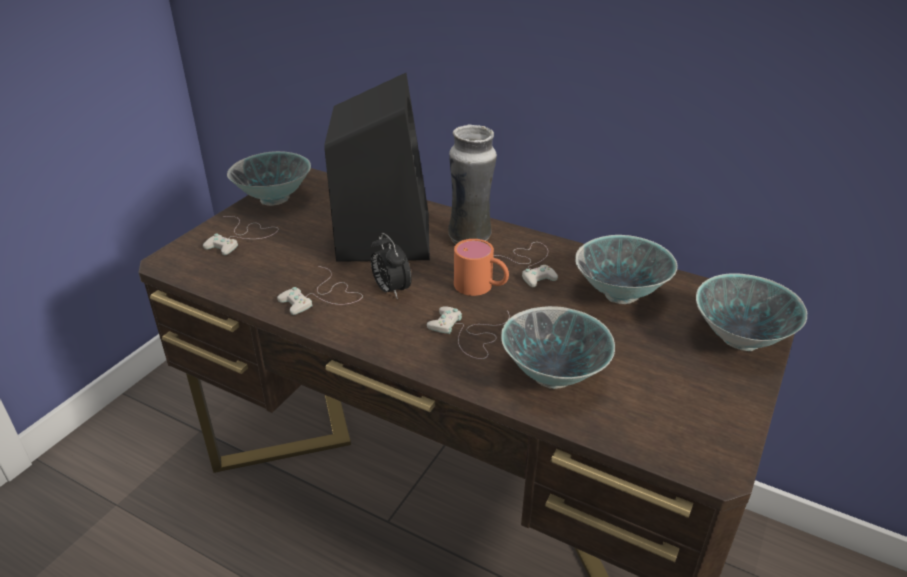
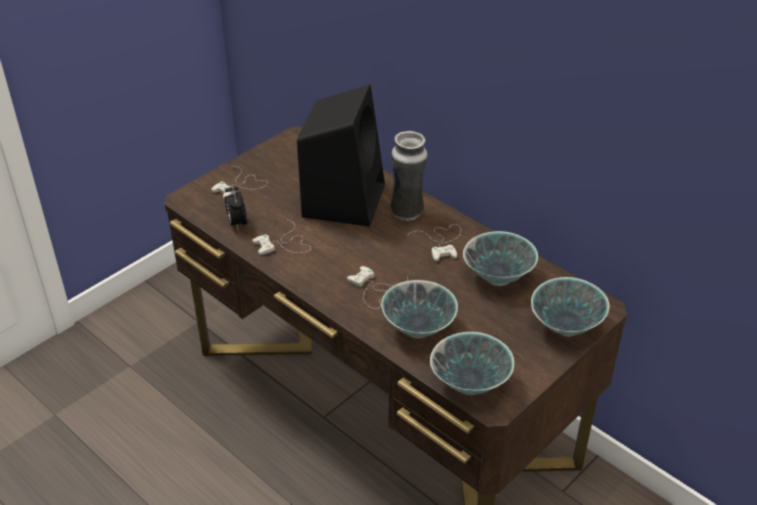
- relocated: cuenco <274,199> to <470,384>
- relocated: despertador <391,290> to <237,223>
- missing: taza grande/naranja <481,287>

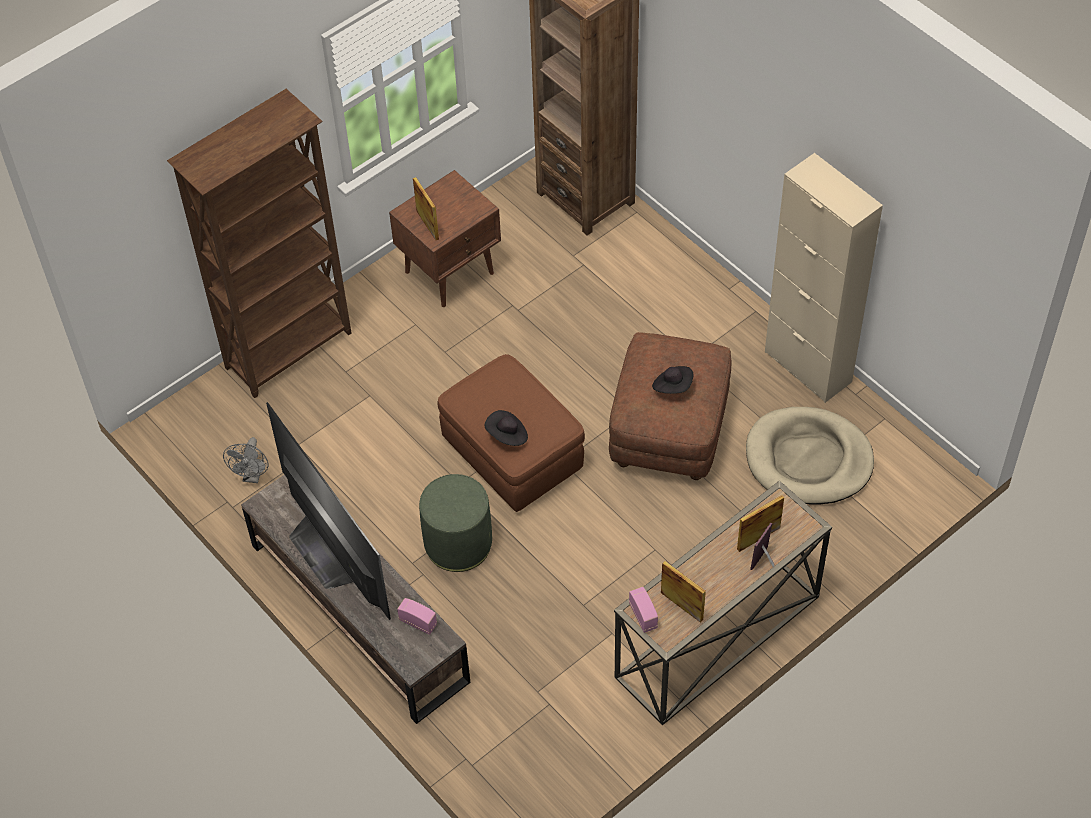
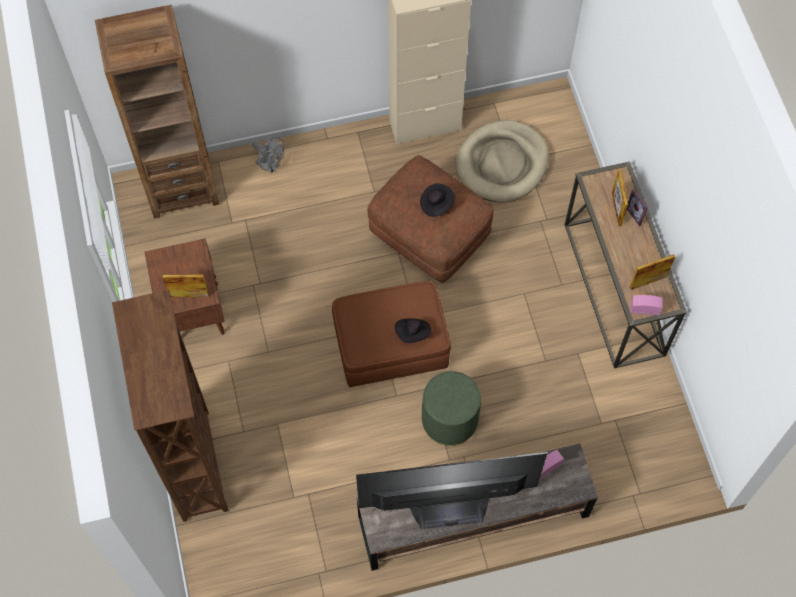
- relocated: ventilador/gris <252,476> to <270,166>

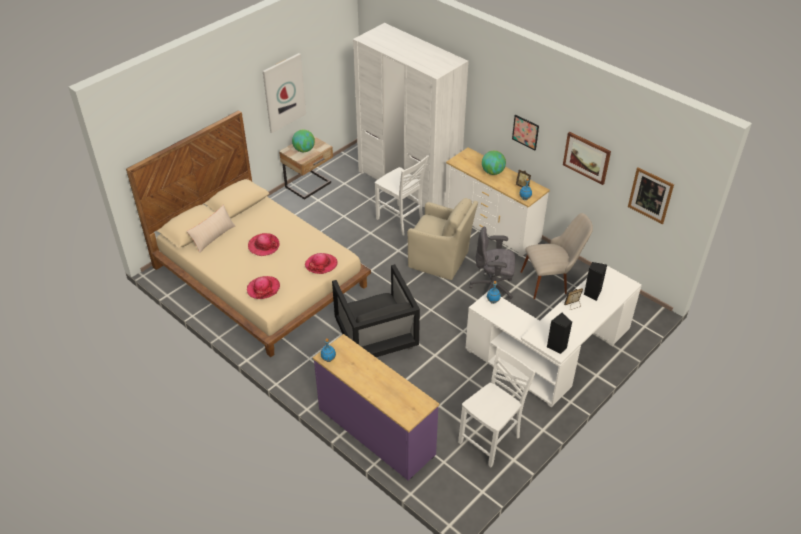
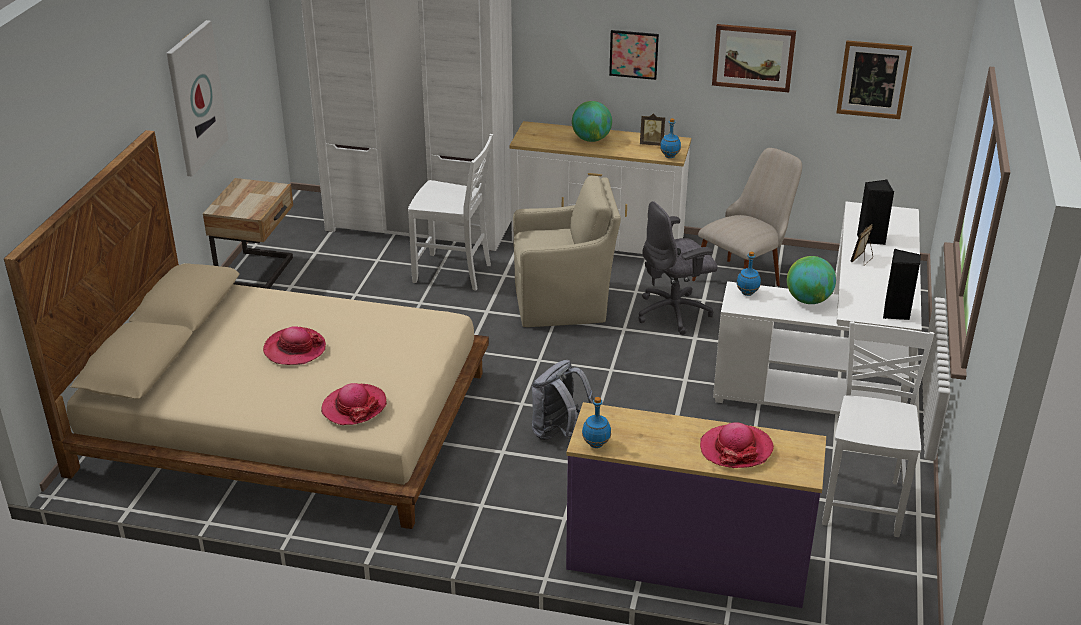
- relocated: globo terráqueo <304,150> to <808,300>
- missing: cojín/beis <213,237>
- relocated: sombrero <321,264> to <736,449>
- exchanged: sillón/negro <375,335> to mochila/gris <559,433>

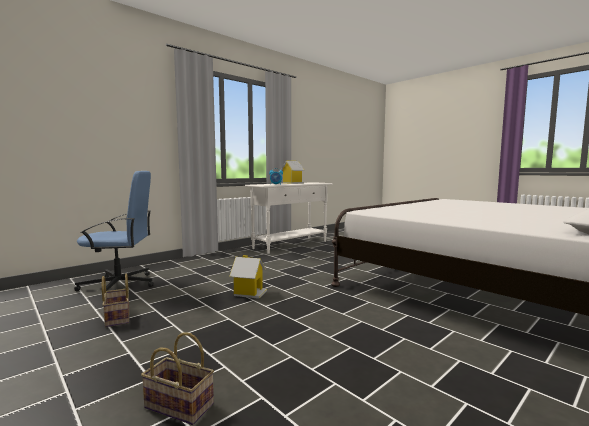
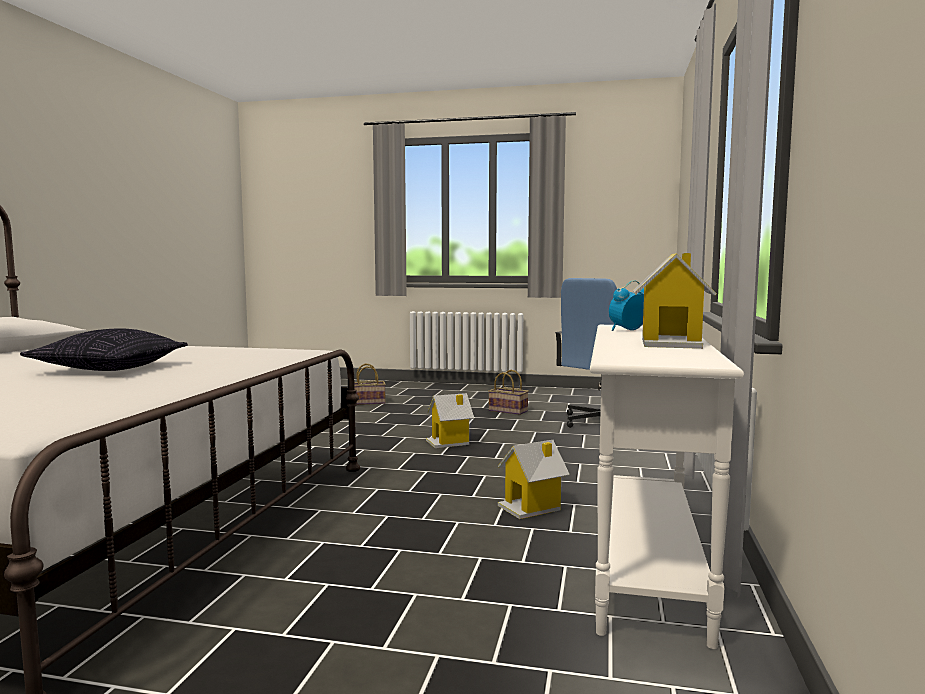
- appeared: cojín <110,368>
- appeared: casita <531,507>

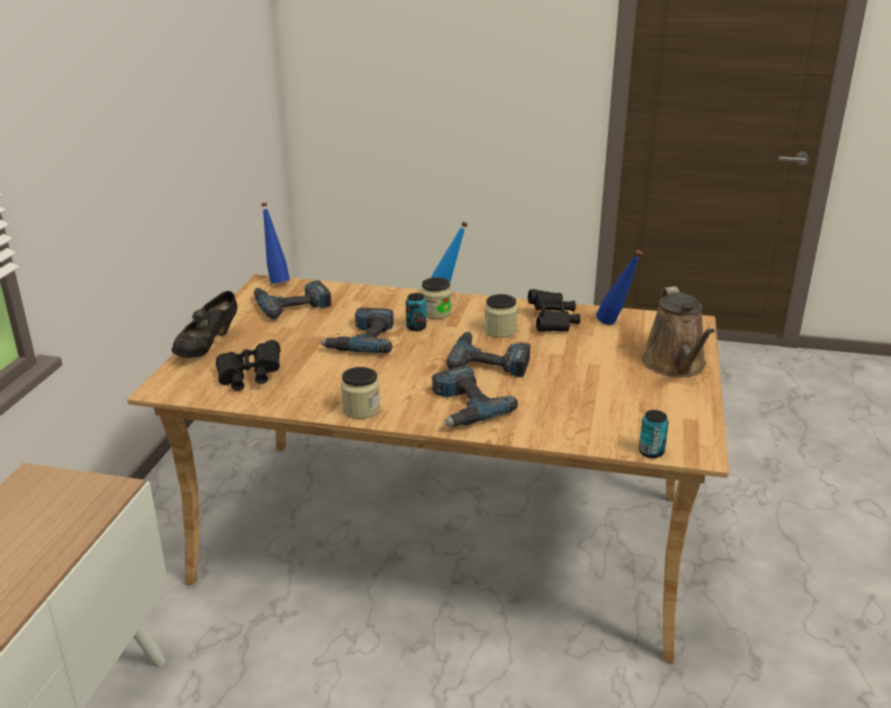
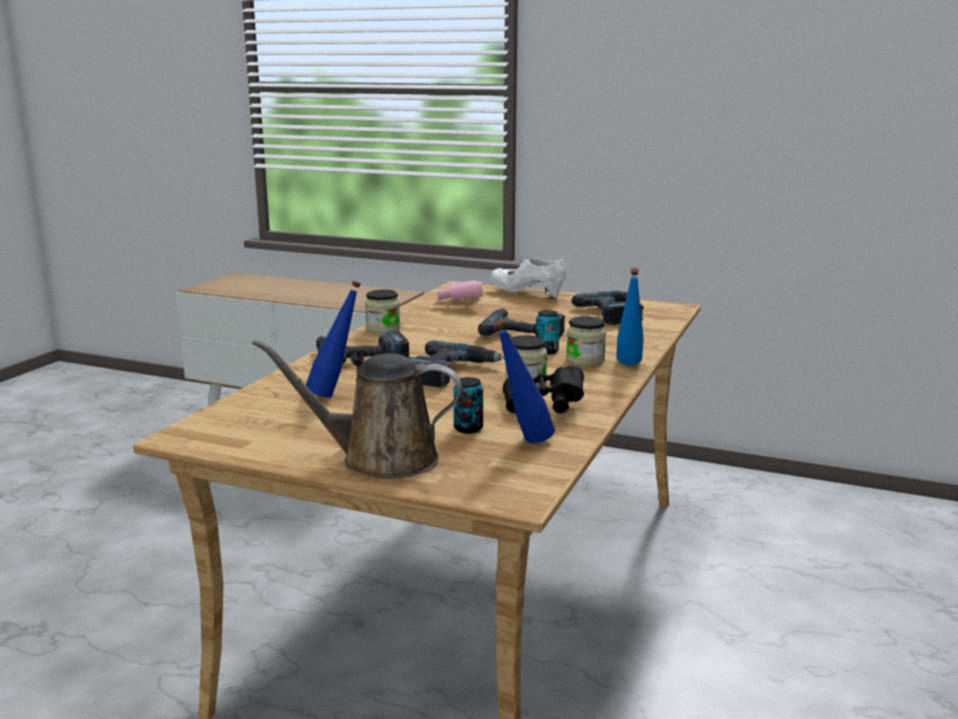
- relocated: botella/azul <276,281> to <335,394>
- colour: zapato/negro <207,346> to zapato/blanco <527,293>
- colour: prismáticos/negro <249,378> to prismáticos/rosa <461,303>
- relocated: lata <651,452> to <468,428>

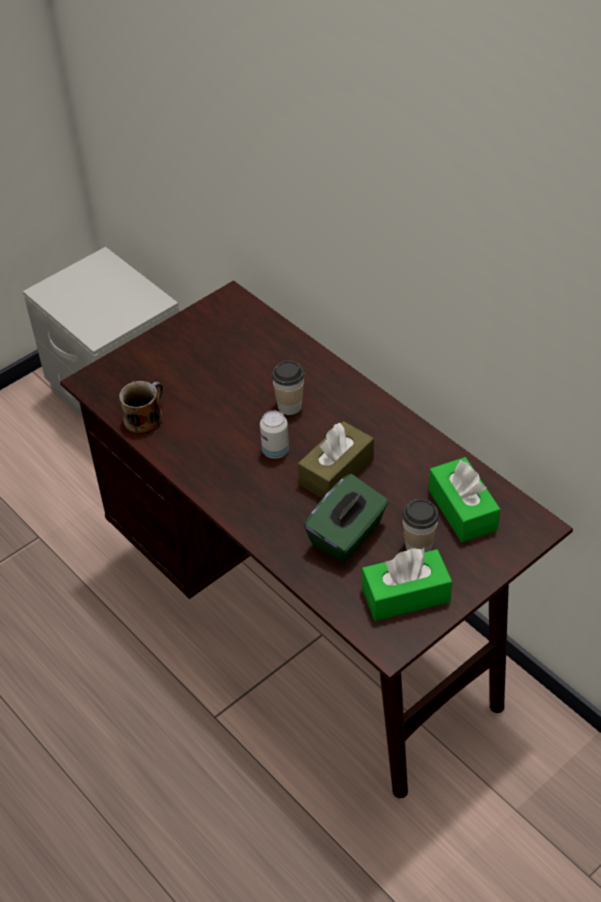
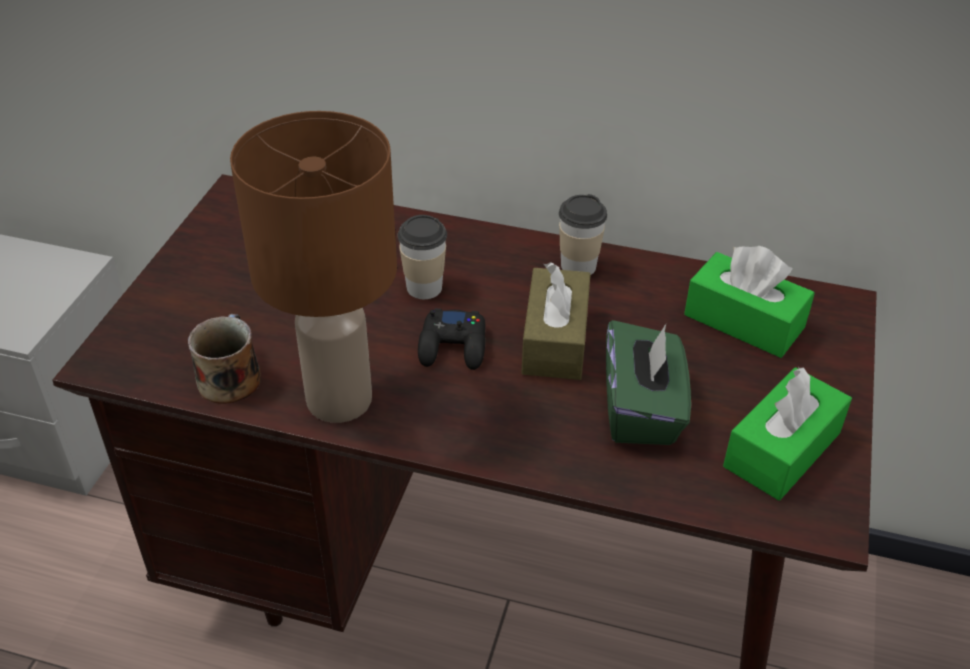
- exchanged: lata <275,451> to mando de consola/negro <453,346>
- relocated: taza <418,546> to <578,266>
- appeared: lámpara de mesa/marrón <341,399>

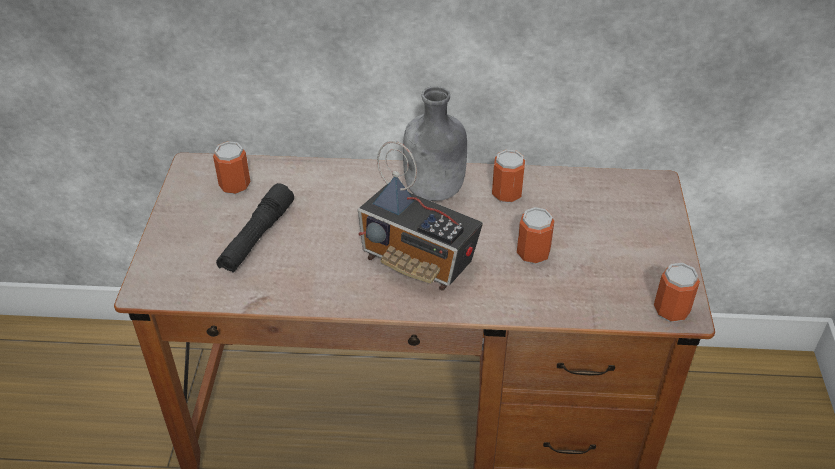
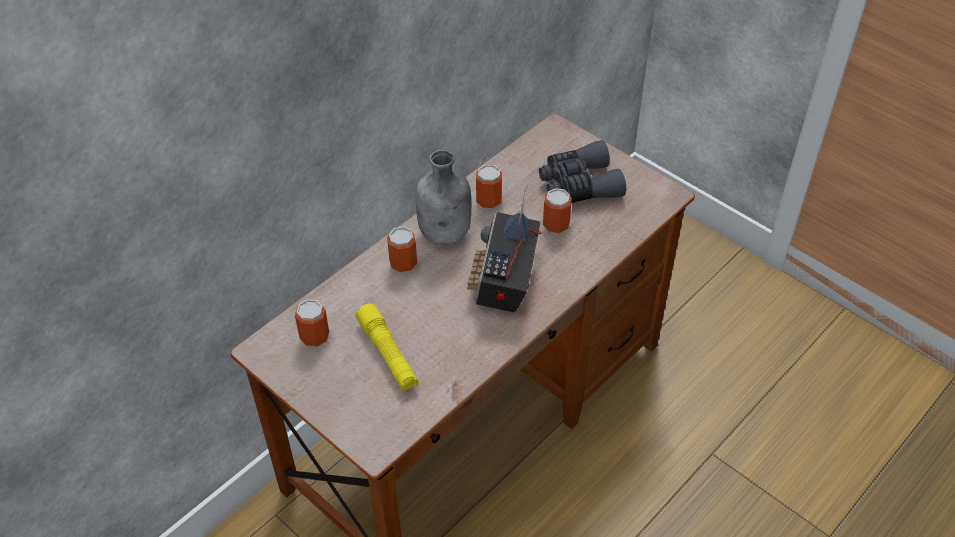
- spun: radio <419,261> = <505,283> 120 degrees clockwise
- colour: linterna/negro <257,237> to linterna/amarillo <388,354>
- relocated: lata <671,310> to <403,264>
- appeared: prismáticos/gris <579,184>

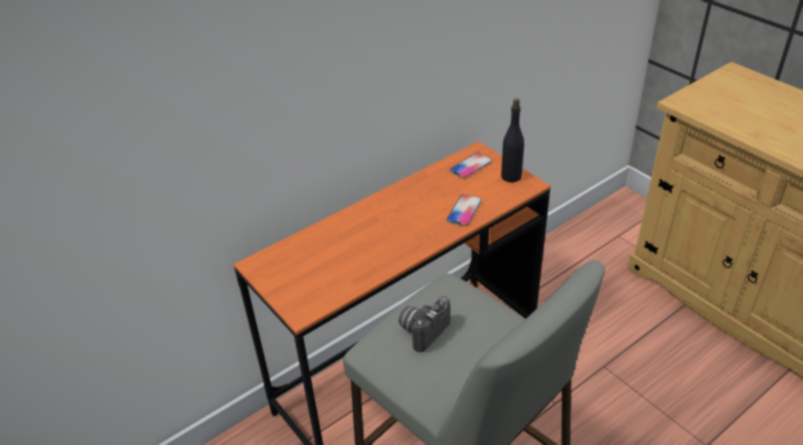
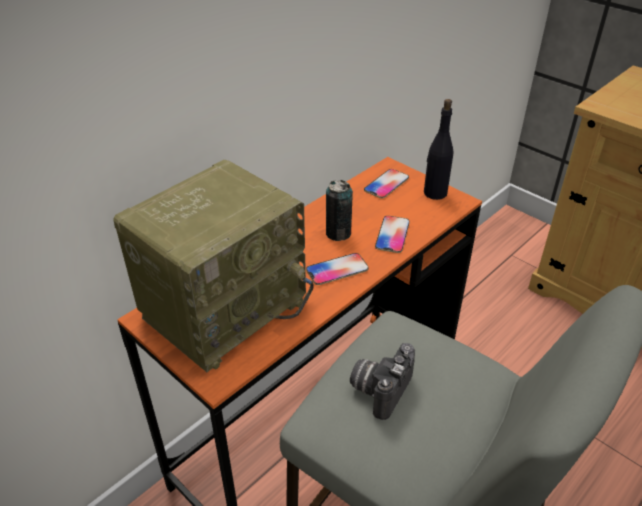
- appeared: radio <224,306>
- appeared: lata <338,233>
- appeared: móvil <337,270>

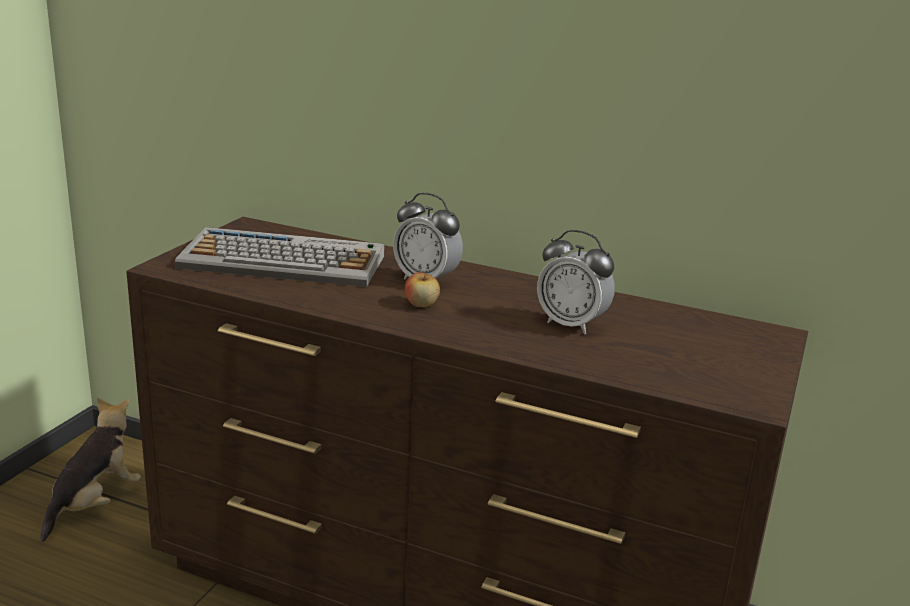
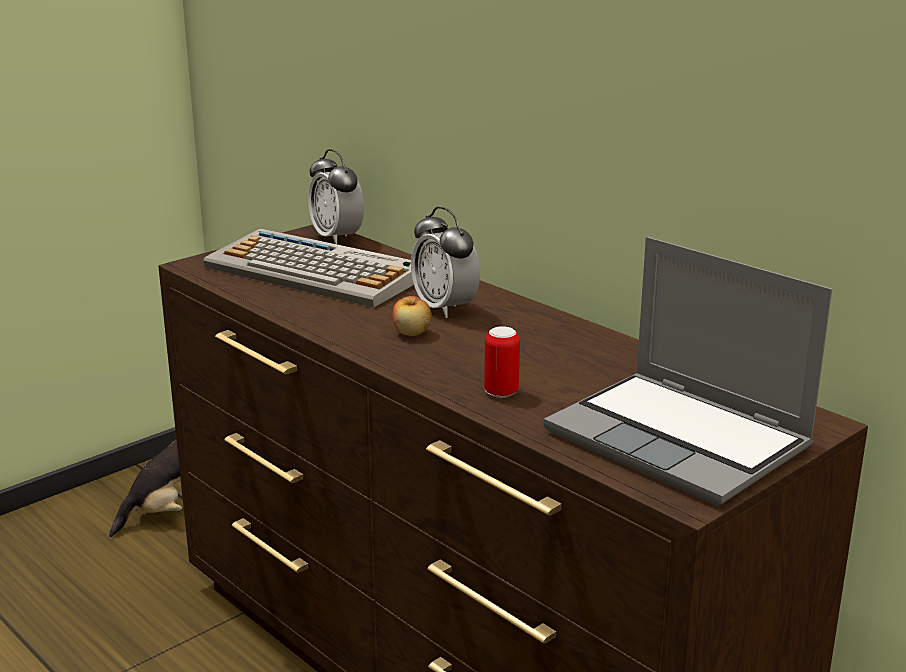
- relocated: despertador <571,324> to <337,237>
- appeared: portátil <681,441>
- appeared: lata <501,392>

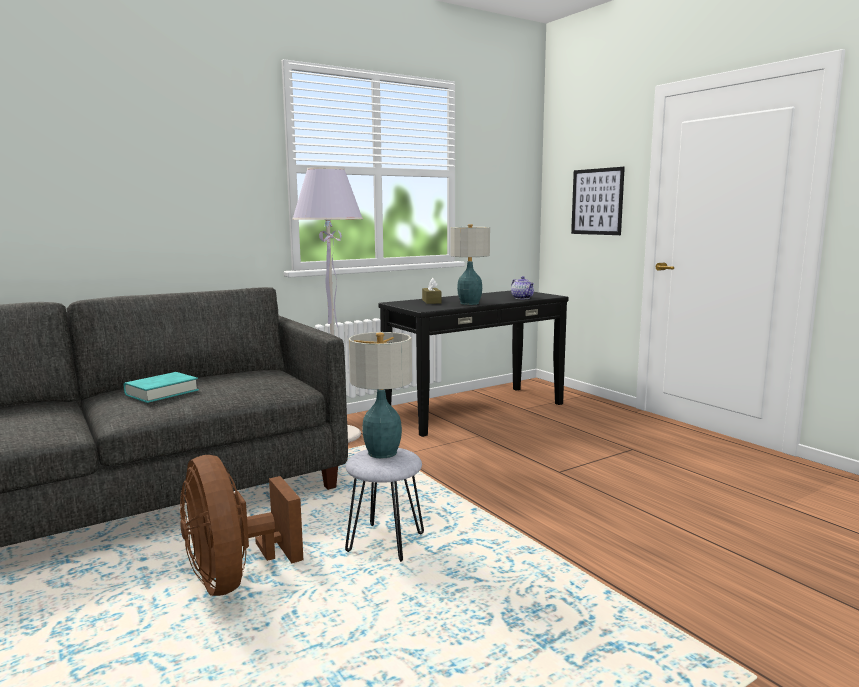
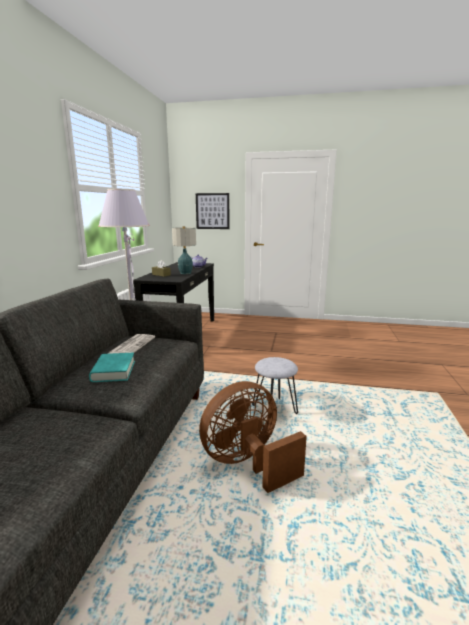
- missing: lámpara de mesa <383,453>
- spun: ventilador/marrón <234,578> = <248,463> 135 degrees clockwise
- appeared: periódico <132,345>

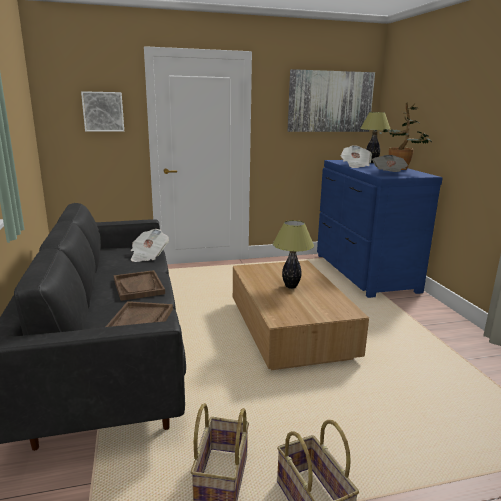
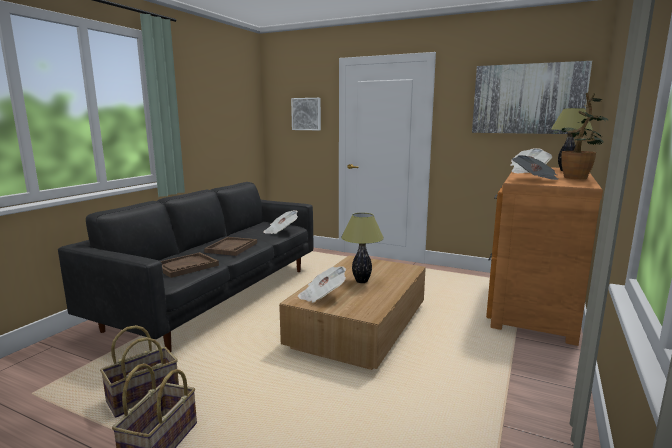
- colour: cómoda/azul <363,272> to cómoda/marrón <531,305>
- appeared: periódico <322,296>

